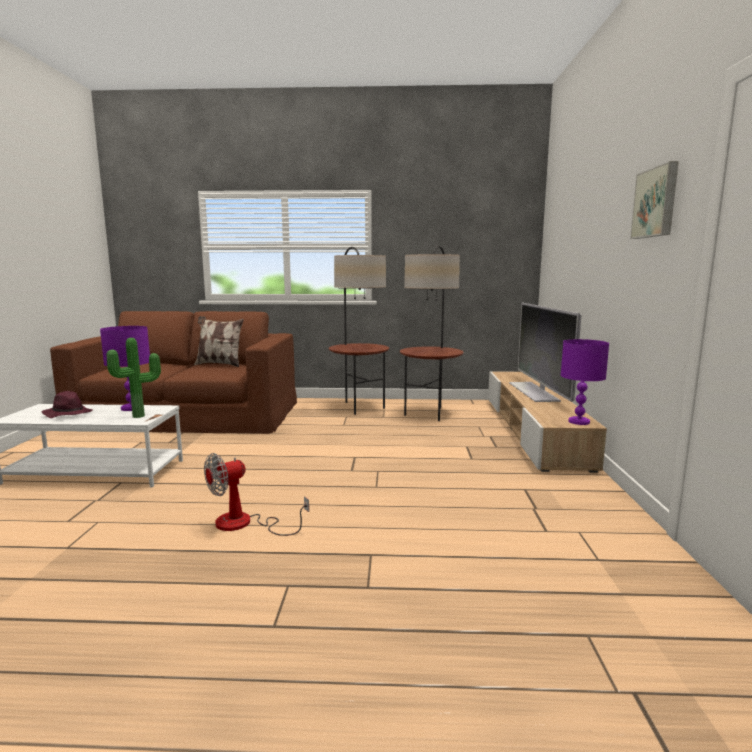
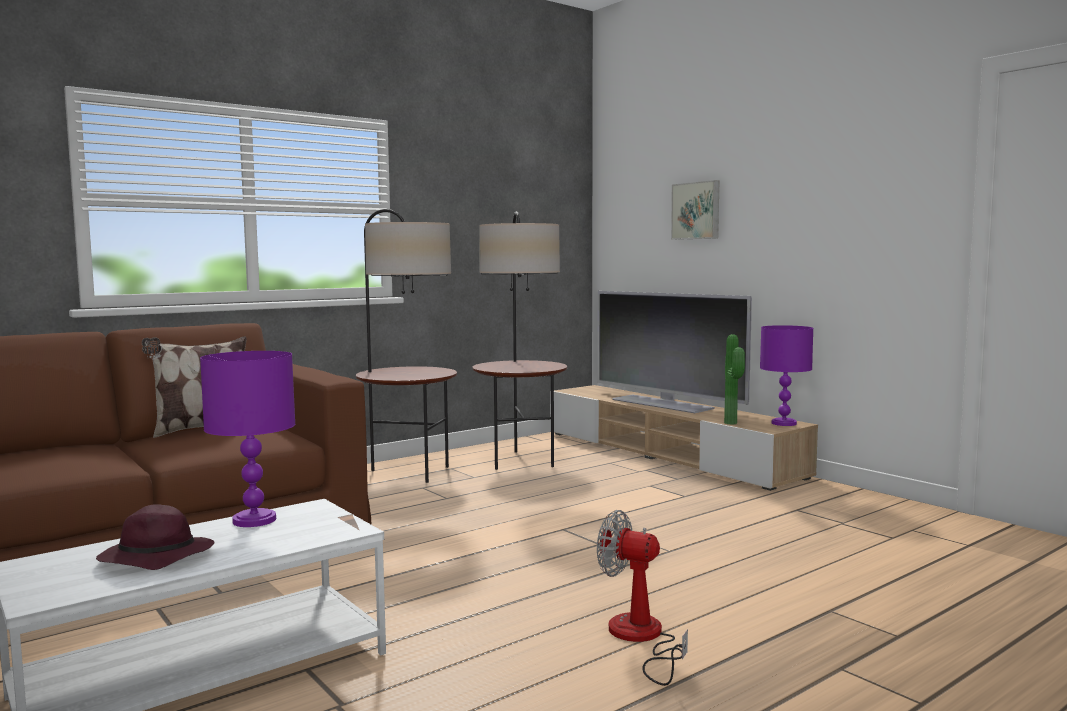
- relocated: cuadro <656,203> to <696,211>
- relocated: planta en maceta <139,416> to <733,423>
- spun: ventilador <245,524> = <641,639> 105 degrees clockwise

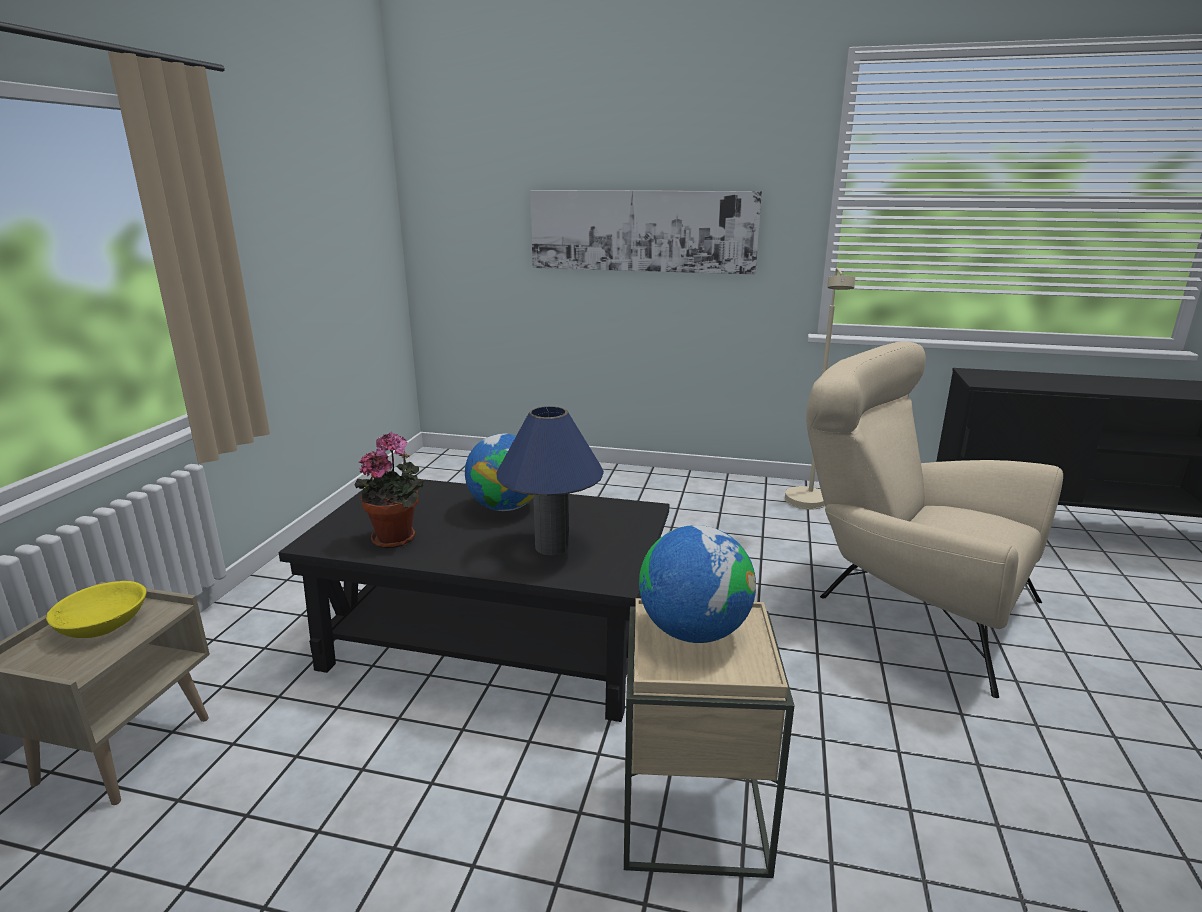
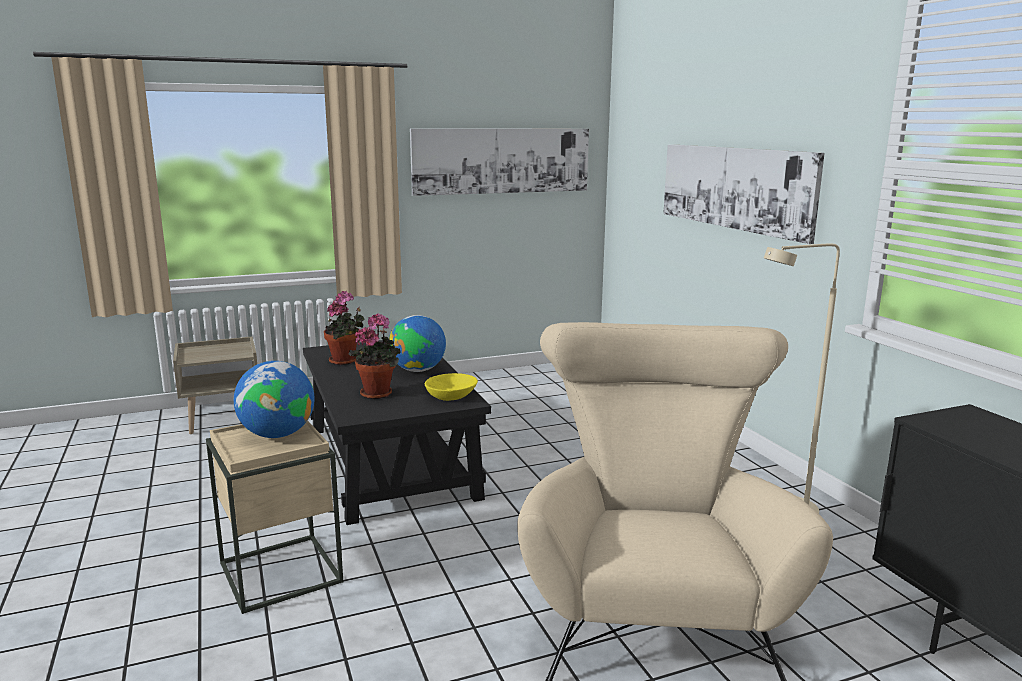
- exchanged: lámpara de mesa/azul <552,546> to planta en maceta <378,393>
- relocated: cuenco/amarillo <103,624> to <451,396>
- appeared: cuadro <502,160>

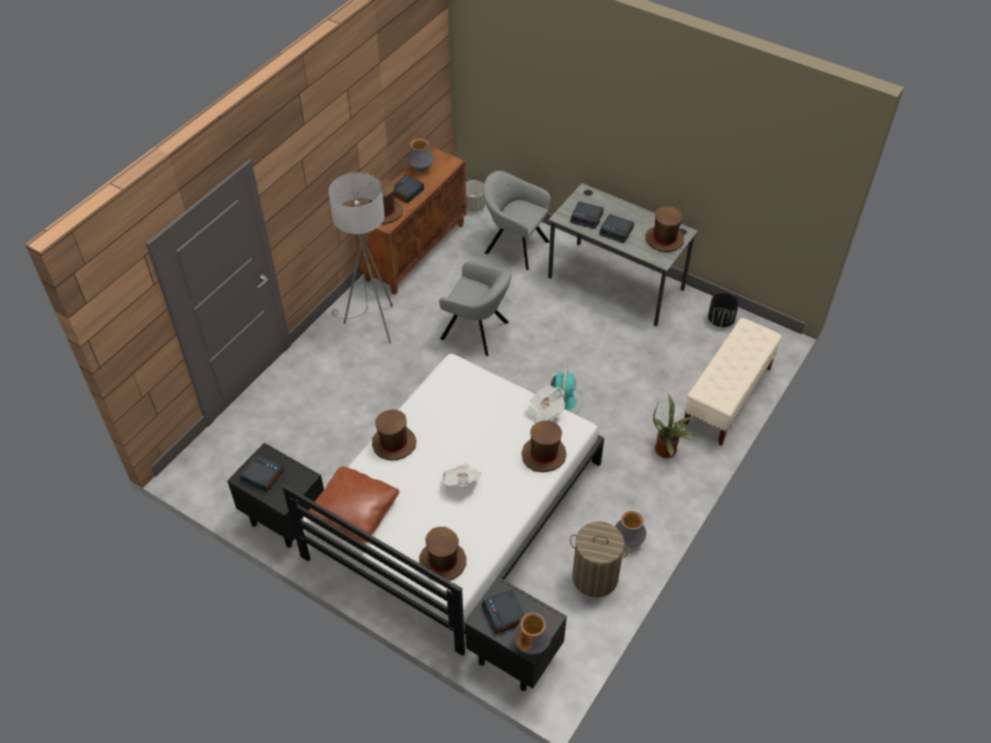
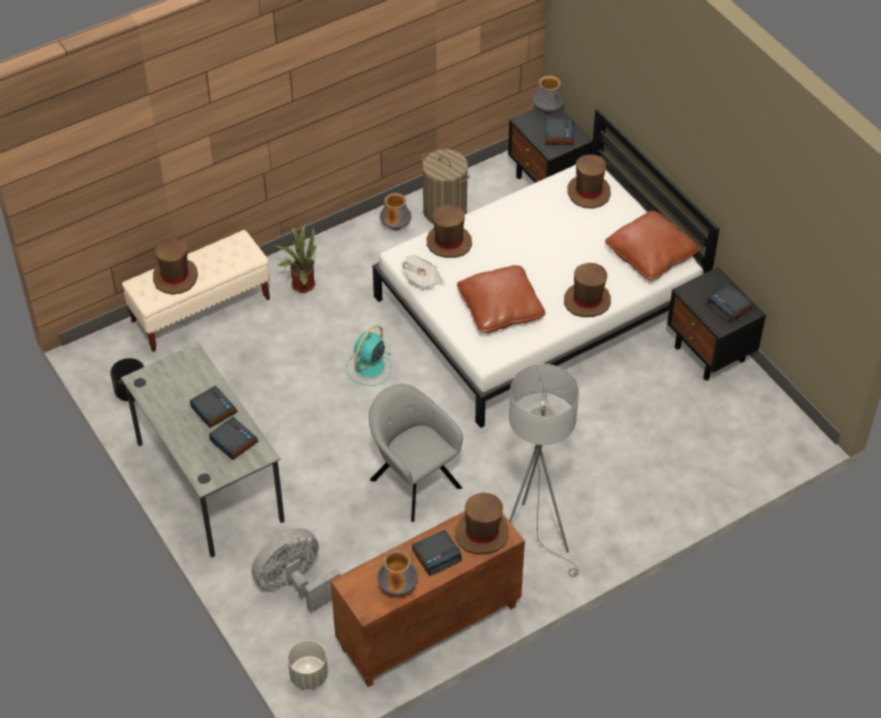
- exchanged: sillón/gris <514,246> to ventilador/gris <295,584>
- relocated: sombrero/marrón <664,239> to <175,277>
- missing: periódico <461,481>
- appeared: cojín/marrón <500,309>

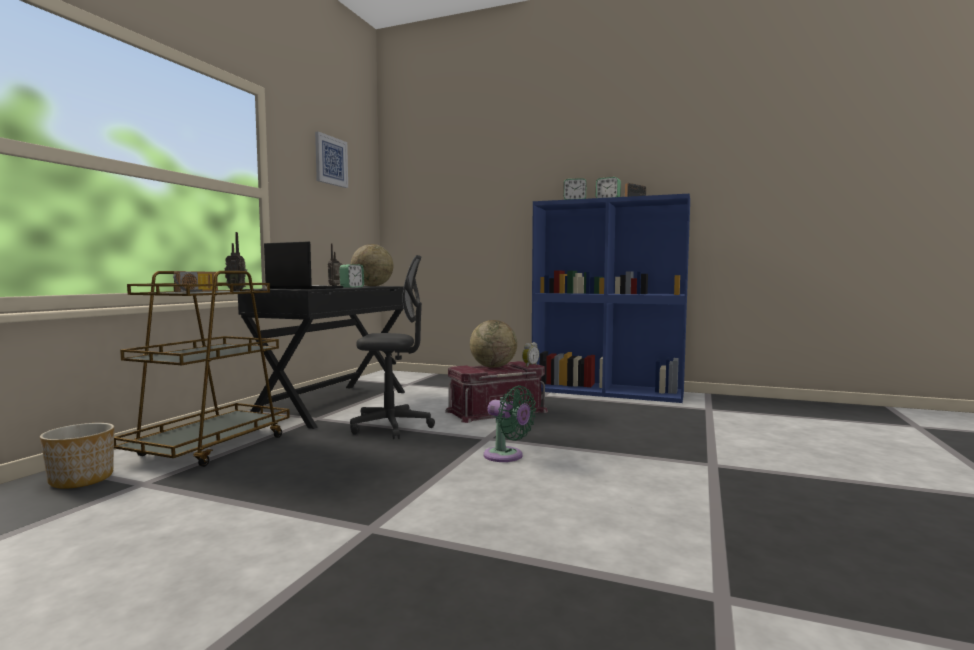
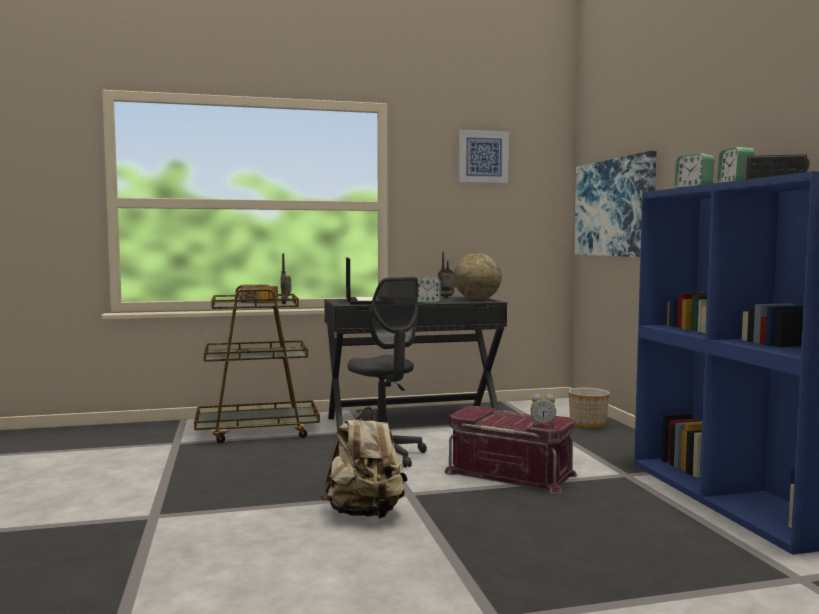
- missing: globo terráqueo <493,367>
- exchanged: ventilador/verde <506,456> to mochila/beis <366,514>
- relocated: maceta <82,479> to <588,424>
- appeared: cuadro <614,208>

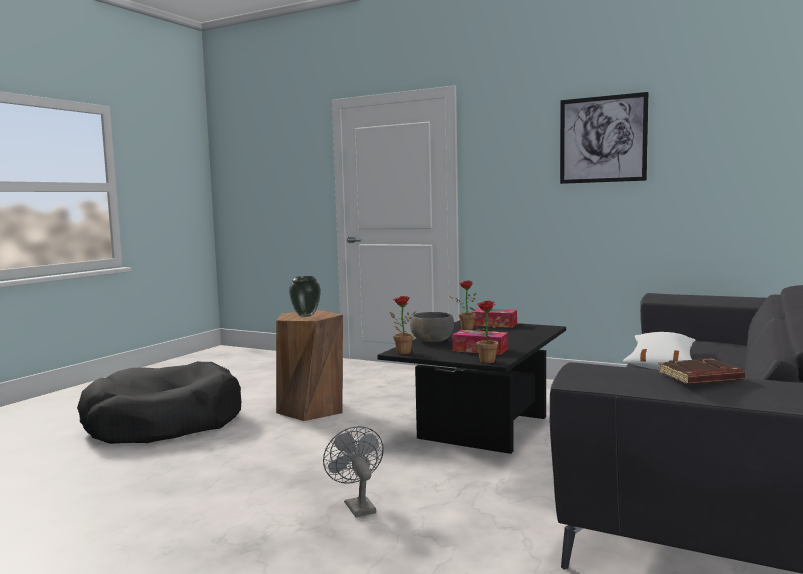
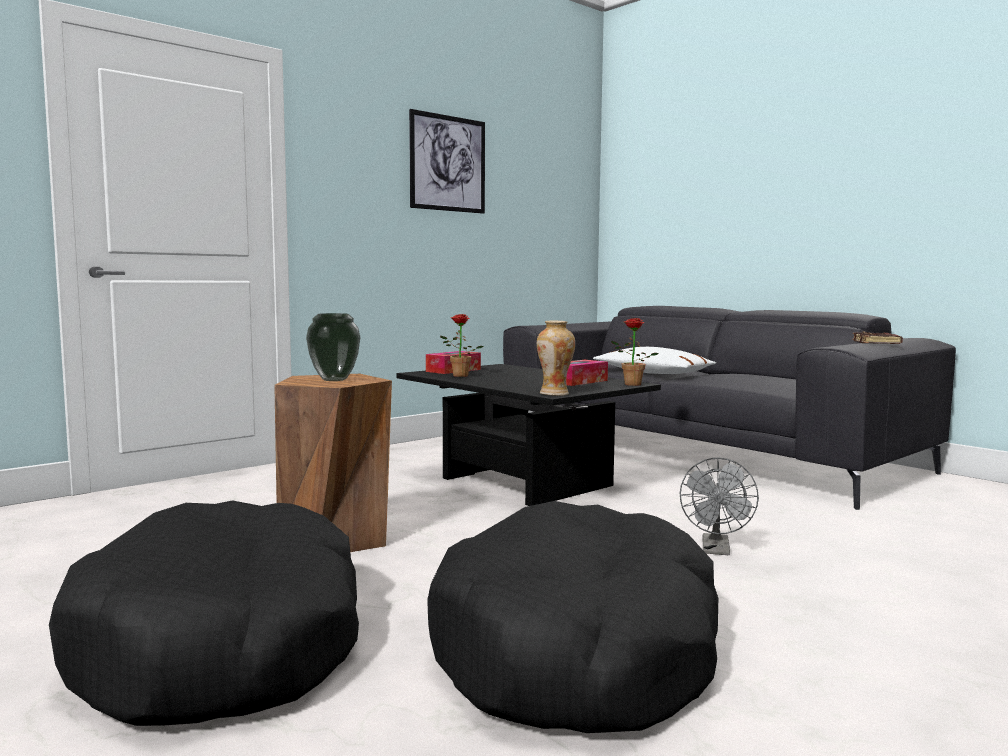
- exchanged: planta en maceta <401,352> to florero <554,394>
- missing: cuenco/gris <432,341>
- spun: ventilador/gris <357,506> = <716,550> 75 degrees counterclockwise
- appeared: cama para perro/negro <578,651>

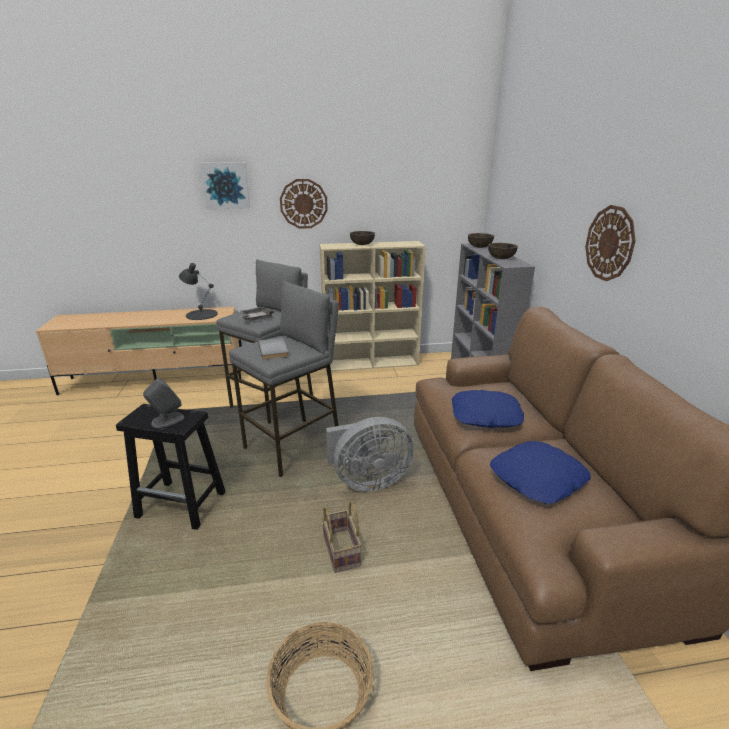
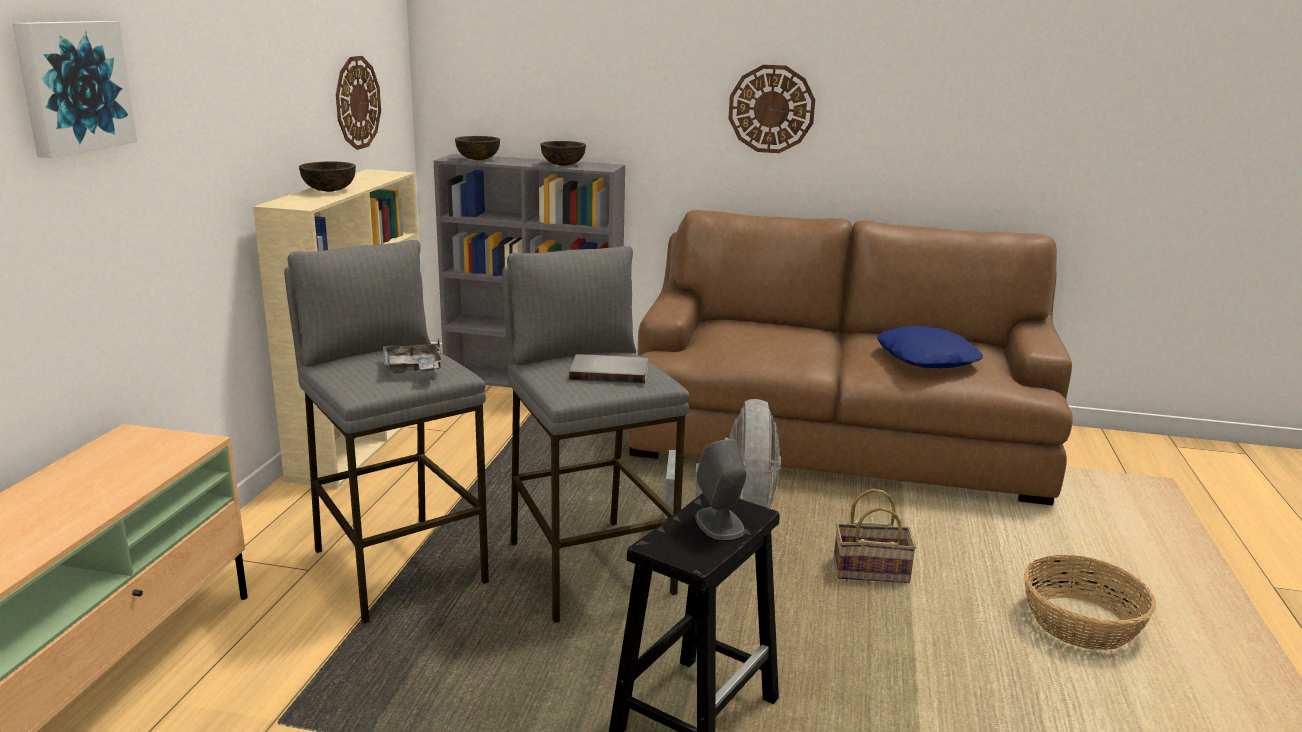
- relocated: reloj de pared <303,204> to <357,102>
- missing: lámpara de mesa/negro <201,314>
- missing: cojín/azul <485,416>

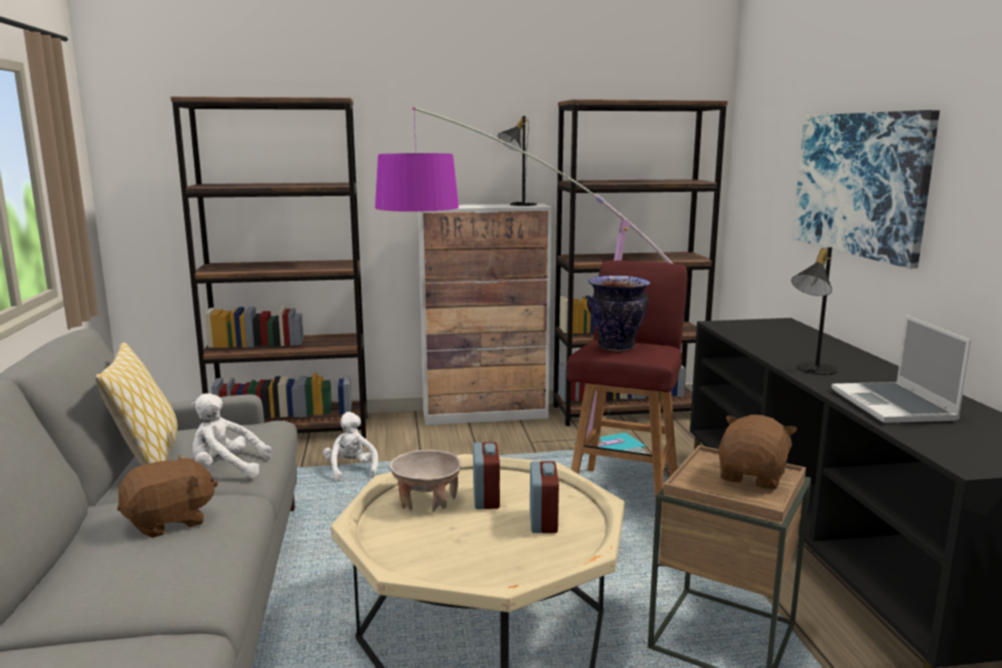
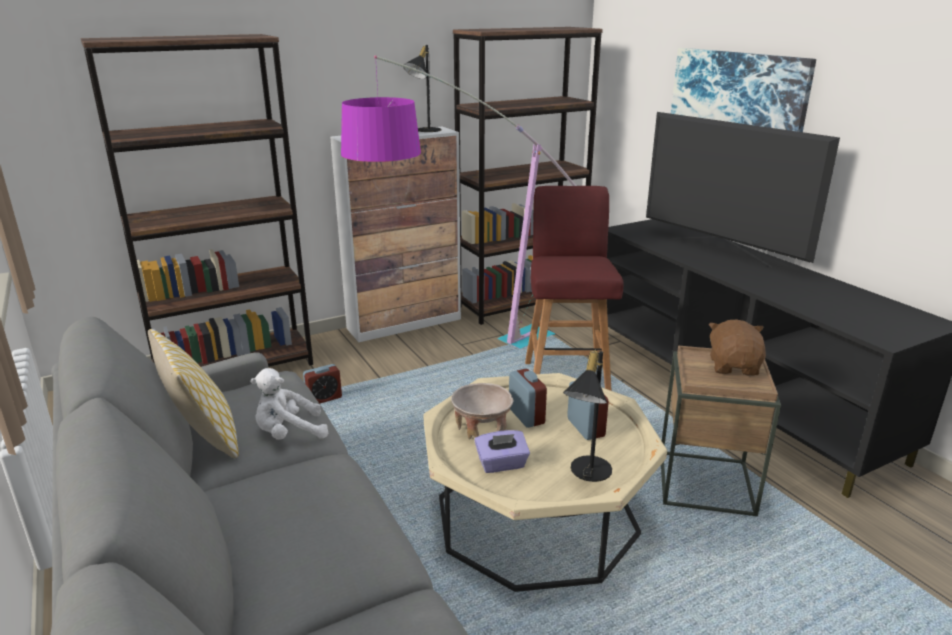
- relocated: lámpara de mesa/negro <811,370> to <586,472>
- missing: florero <616,347>
- missing: portátil <894,405>
- exchanged: peluche/blanco <351,470> to despertador <324,399>
- missing: peluche/marrón <169,521>
- appeared: televisor <720,251>
- appeared: caja de pañuelos/morado <502,464>

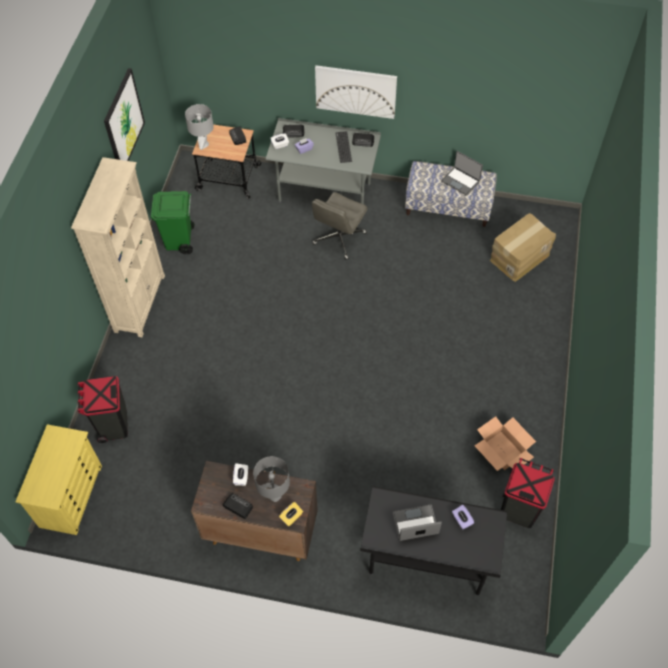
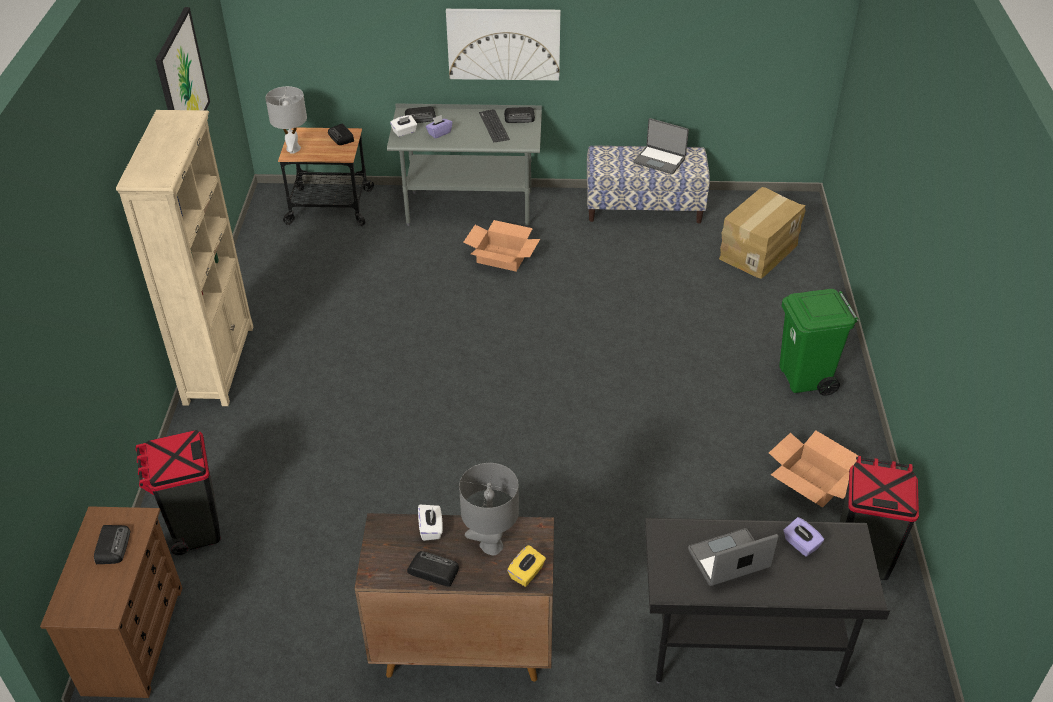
- relocated: papelera/verde <179,241> to <805,378>
- exchanged: silla de oficina/gris <339,239> to caja de cartón <502,257>
- colour: cómoda/amarillo <71,495> to cómoda/marrón <134,639>
- appeared: radio <113,546>

